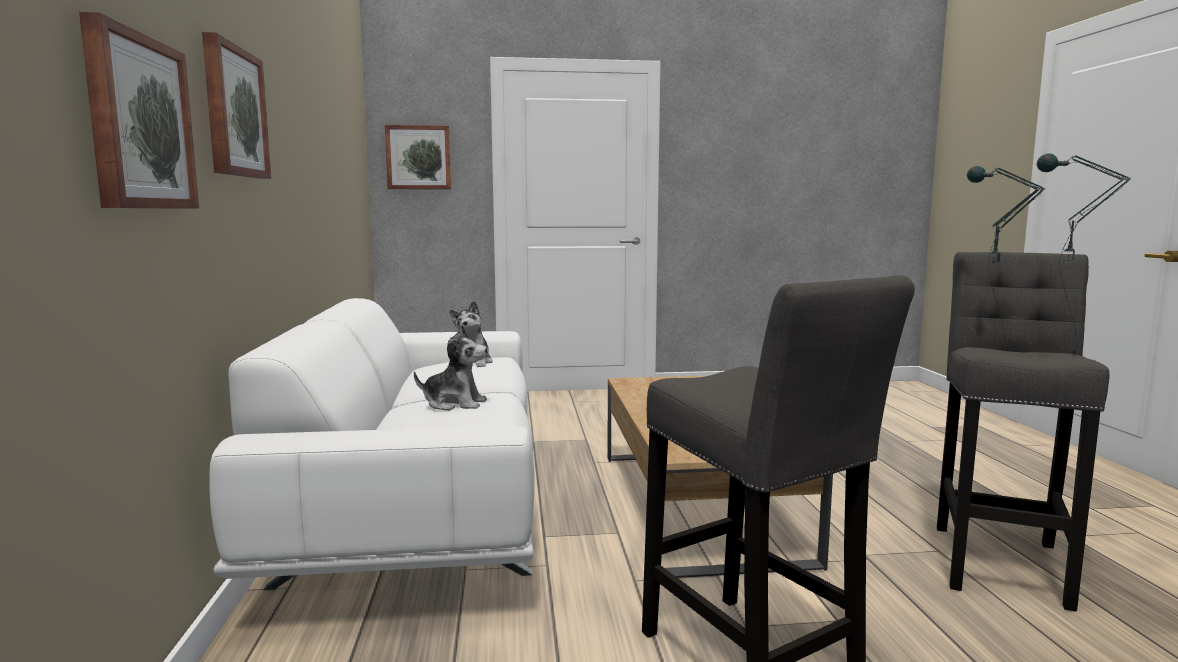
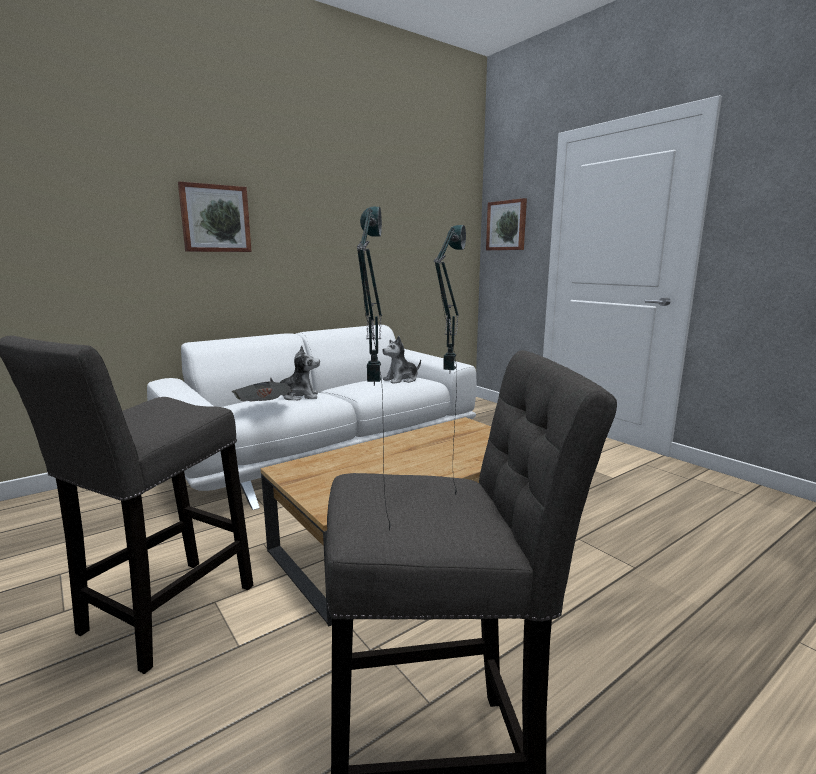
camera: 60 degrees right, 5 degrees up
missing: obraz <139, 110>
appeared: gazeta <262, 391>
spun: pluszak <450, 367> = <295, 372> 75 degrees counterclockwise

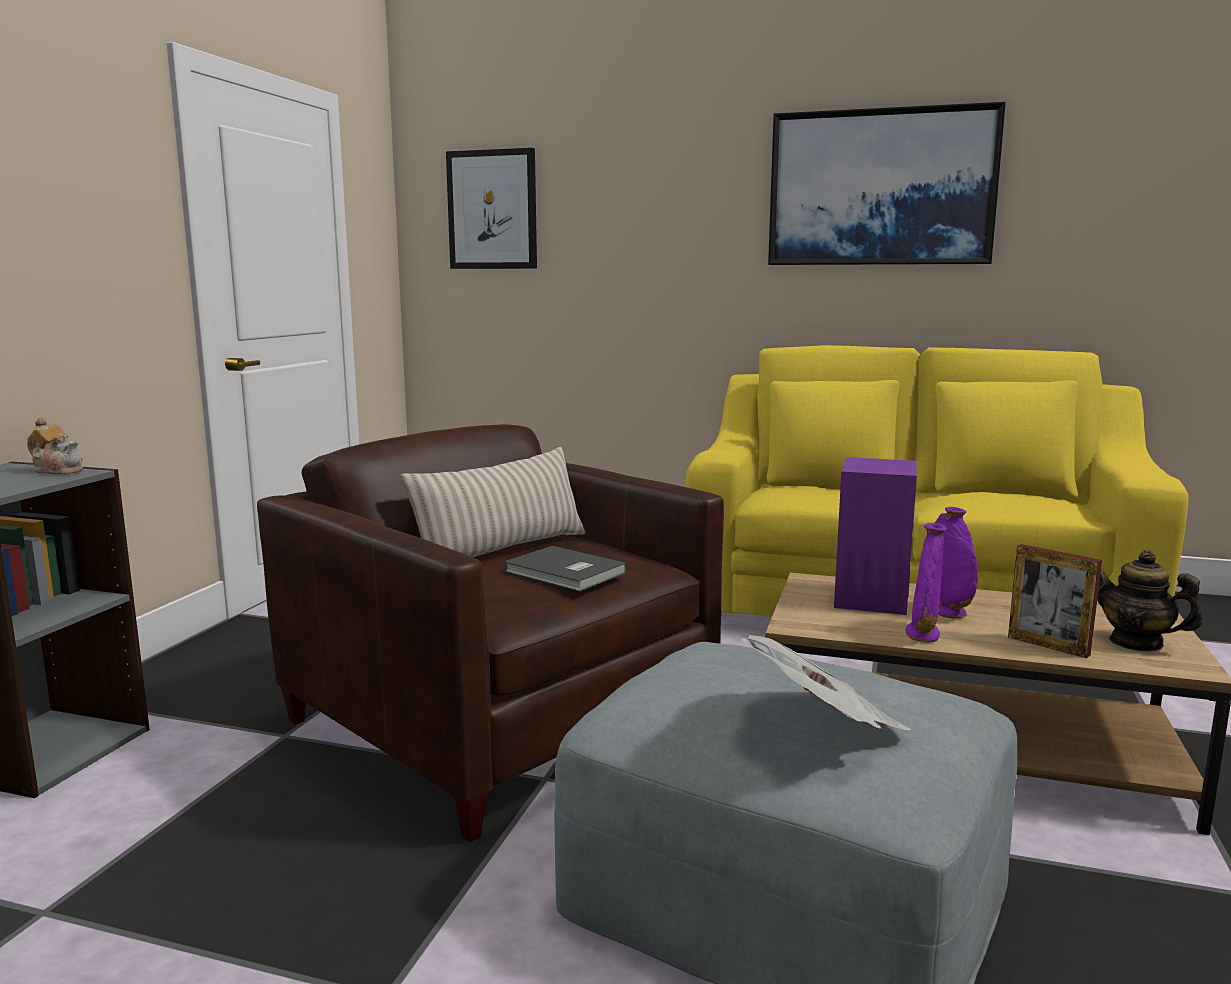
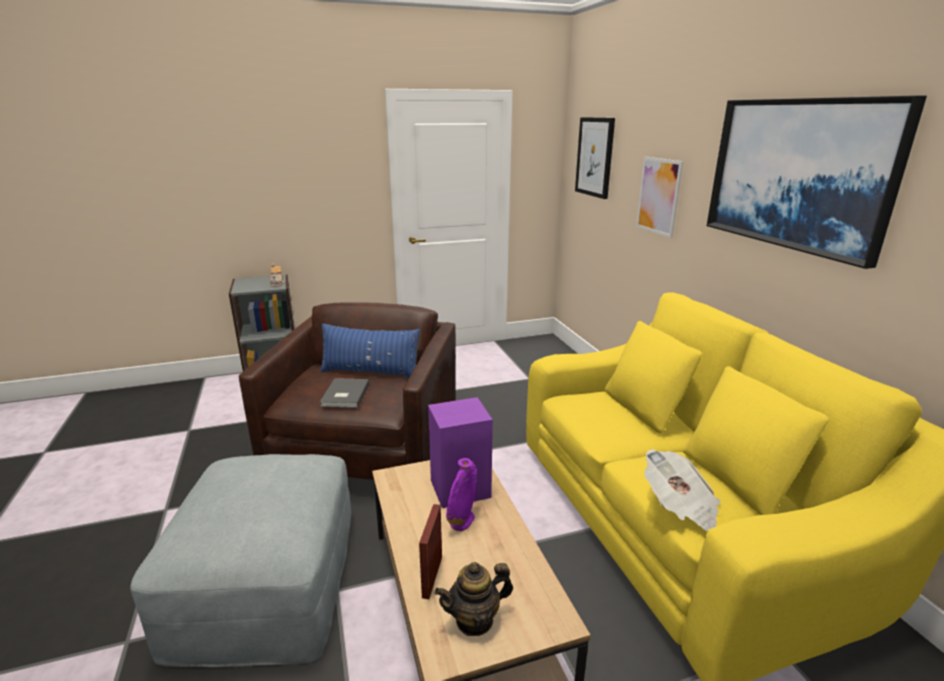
camera: 55 degrees right, 10 degrees up
missing: wazon (fioletowy) <926, 583>
appeared: obraz <659, 197>
relocated: gazeta <825, 682> to <682, 490>
colour: poduszka (beżowy) <493, 502> to poduszka (niebieski) <370, 350>
spun: imbryk <1150, 600> = <474, 599> 120 degrees counterclockwise

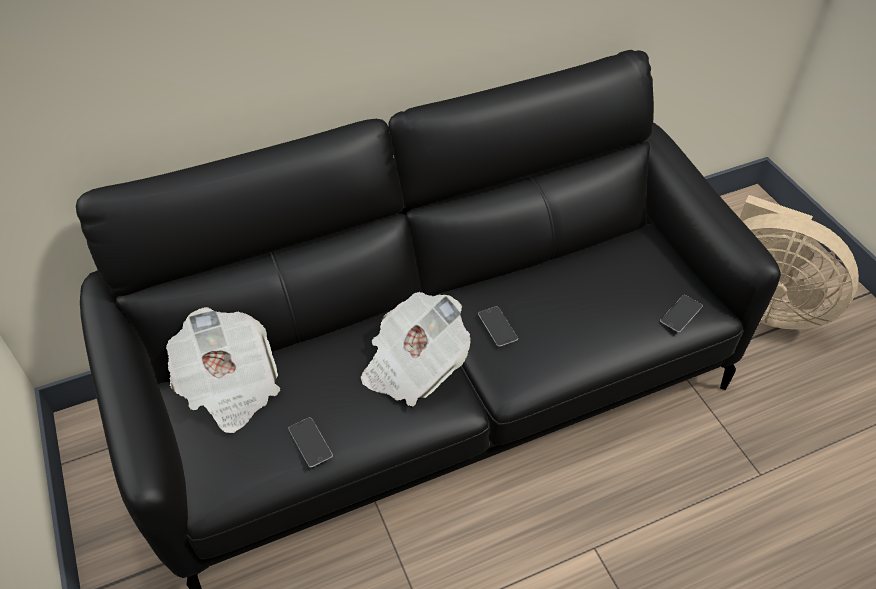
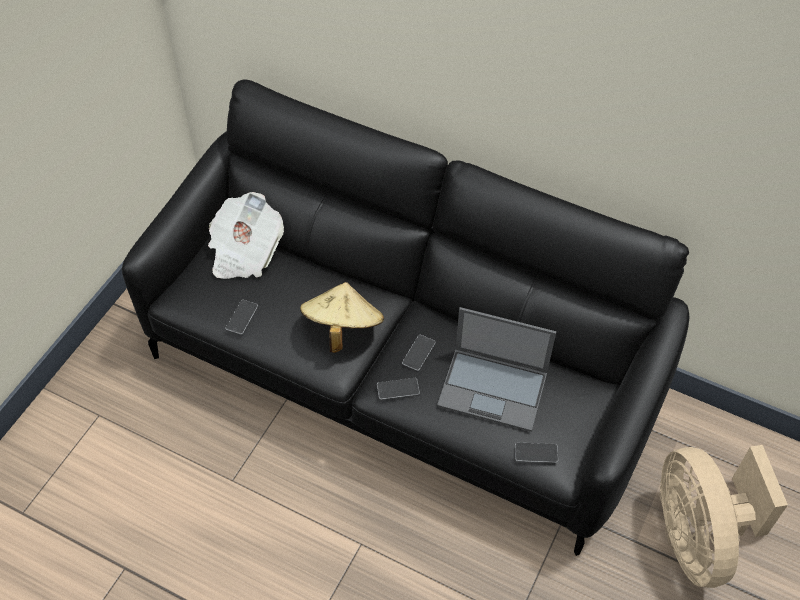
camera: 50 degrees right, 5 degrees up
appeared: telefon <398, 389>; laptop <496, 369>
exchanged: gazeta <415, 349> to kapelusz (beżowy) <342, 317>

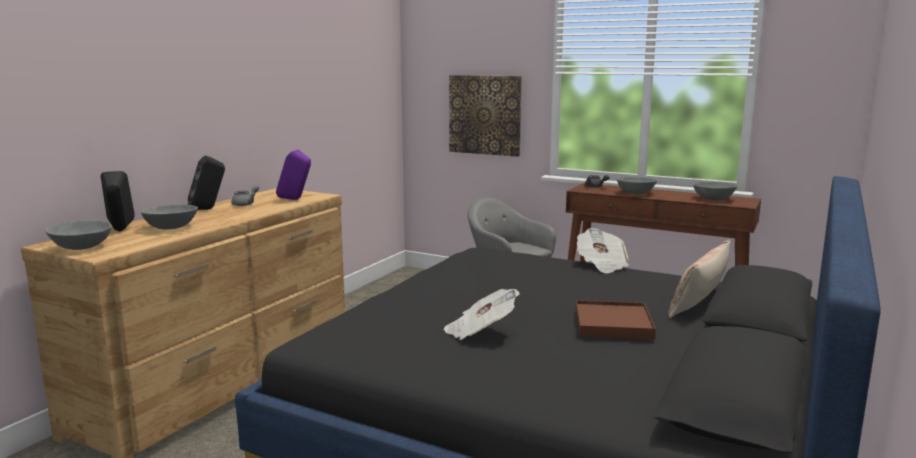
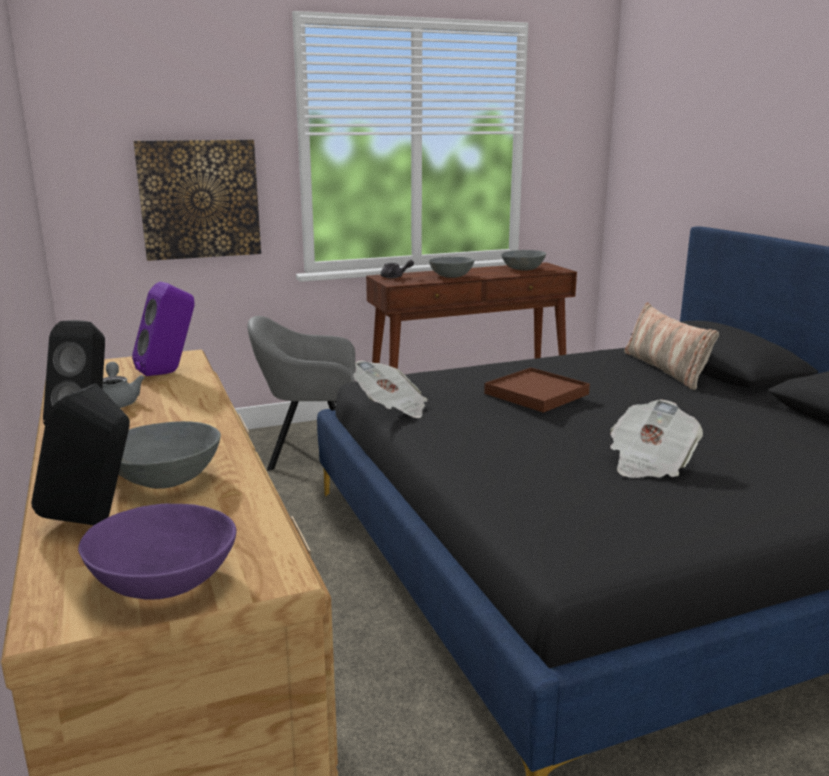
camera: 50 degrees left, 5 degrees up
relocated: taca (brązowy) <616, 319> to <537, 390>; gazeta <603, 250> to <390, 389>
colour: miska (szary) <78, 235> to miska (fioletowy) <157, 552>

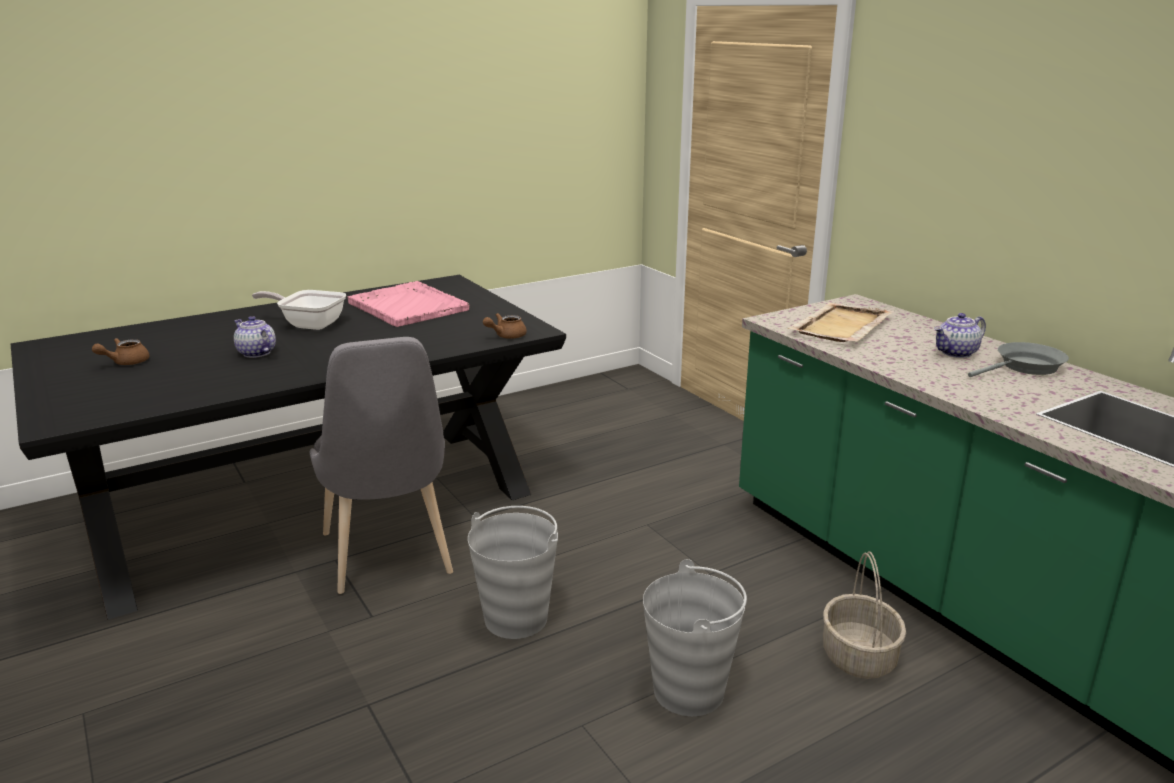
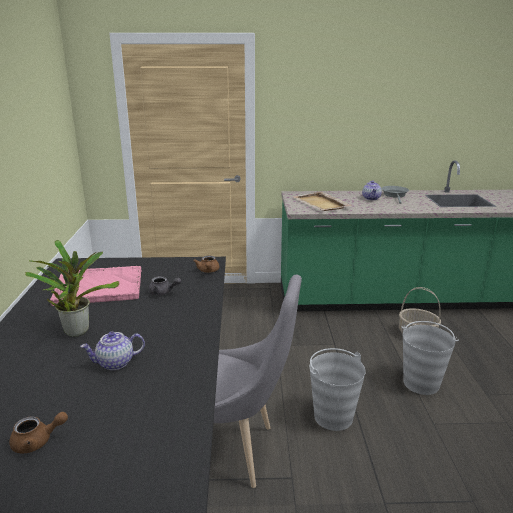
camera: 60 degrees left, 0 degrees up
appeared: imbryk (szary) <164, 285>
exchanged: patelnia <299, 310> to roślina doniczkowa <72, 288>
spun: imbryk (brązowy) <120, 351> = <38, 433> 90 degrees counterclockwise

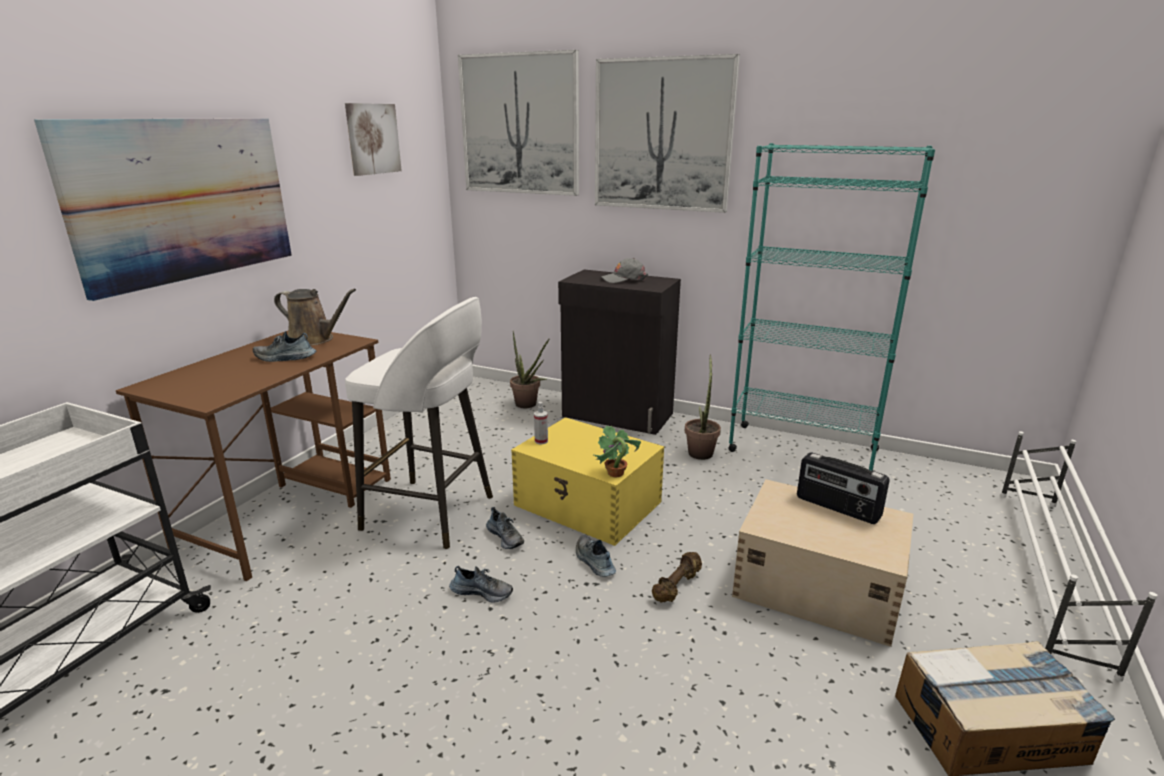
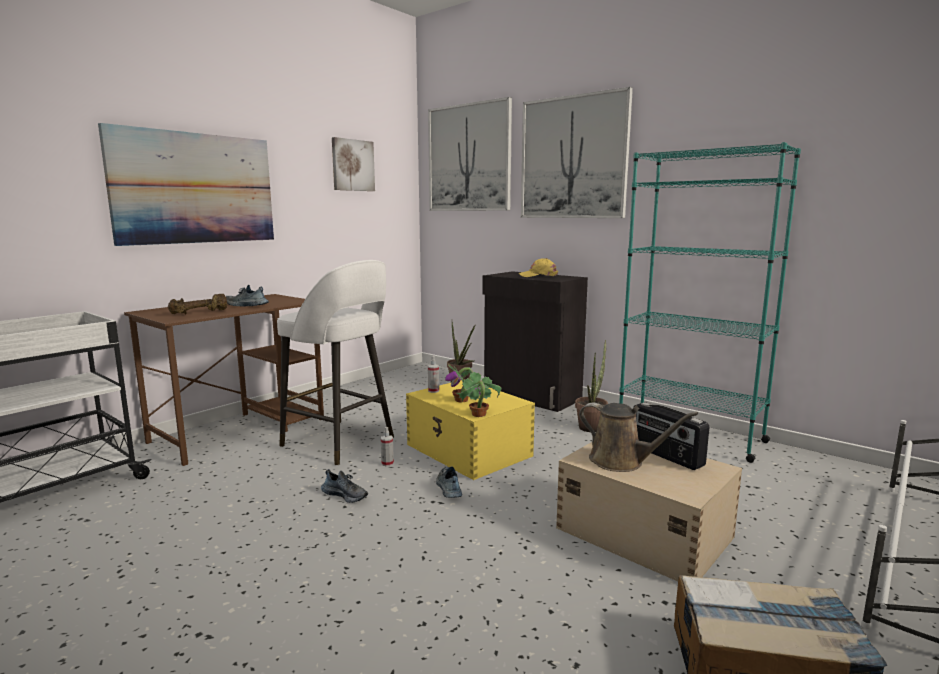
camera: 15 degrees right, 10 degrees down
appeared: roślina doniczkowa <459, 383>
relocated: konewka (brązowy) <315, 317> to <638, 437>; hantel (brązowy) <677, 577> to <197, 304>
exchanged: but <505, 528> to spryskiwacz <387, 446>
colour: czapka z daszkiem (szary) <624, 270> to czapka z daszkiem (żółty) <538, 267>

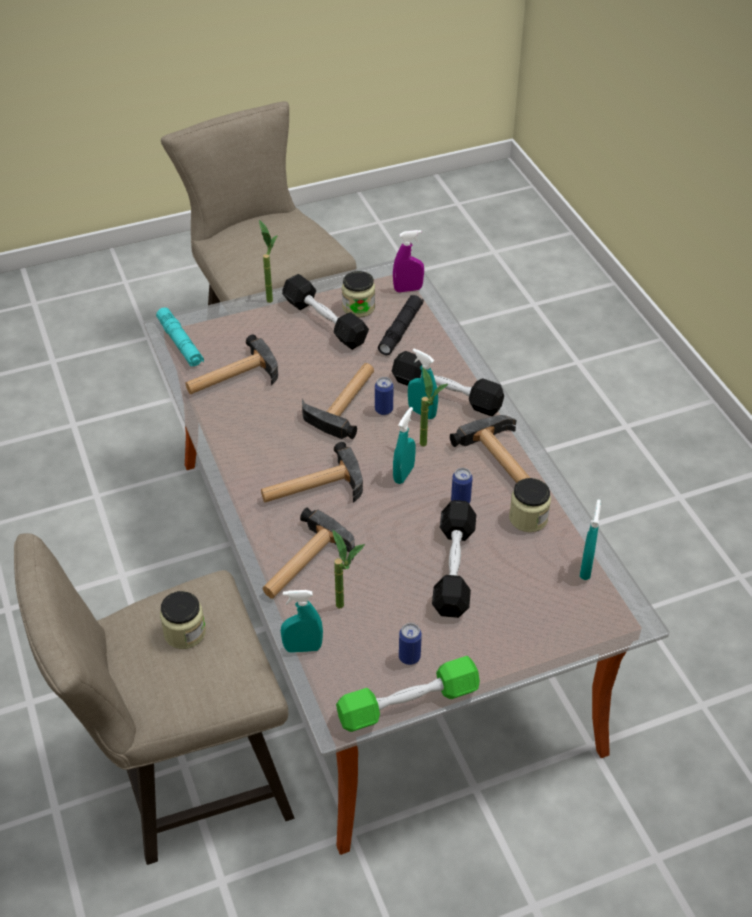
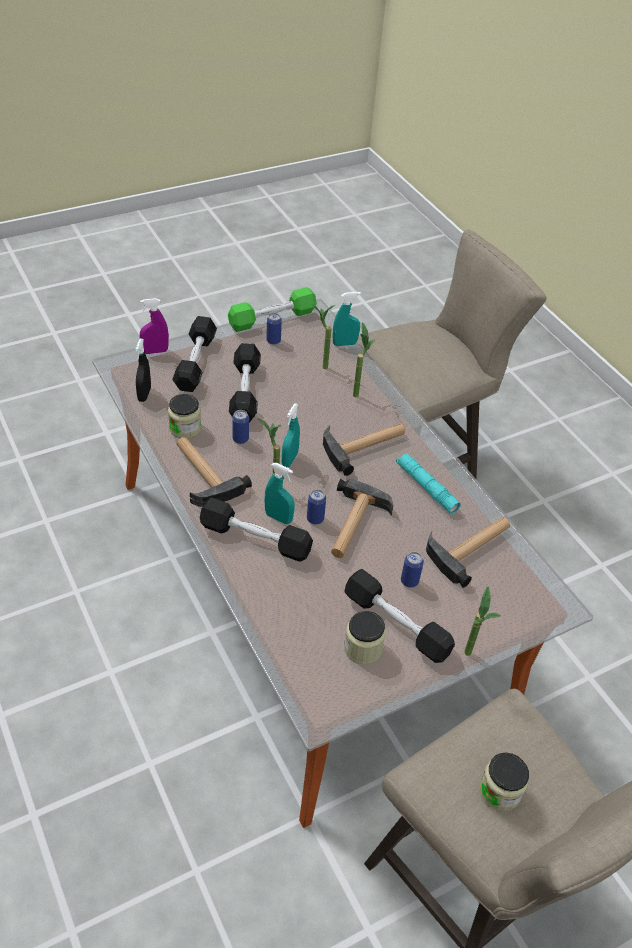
camera: 170 degrees right, 0 degrees up
missing: latarka (czarny) <401, 325>
appeared: hantel (czarny) <194, 354>; puszka <412, 569>
relocated: latarka (turkusowy) <180, 336> to <428, 483>; słoik <183, 620> to <504, 782>; spryskiwacz (fioletowy) <408, 261> to <154, 326>
exchanged: młotek <309, 553> to roślina doniczkowa <364, 359>
colour: spryskiwacz (turkusowy) <590, 539> to spryskiwacz (czarny) <143, 370>

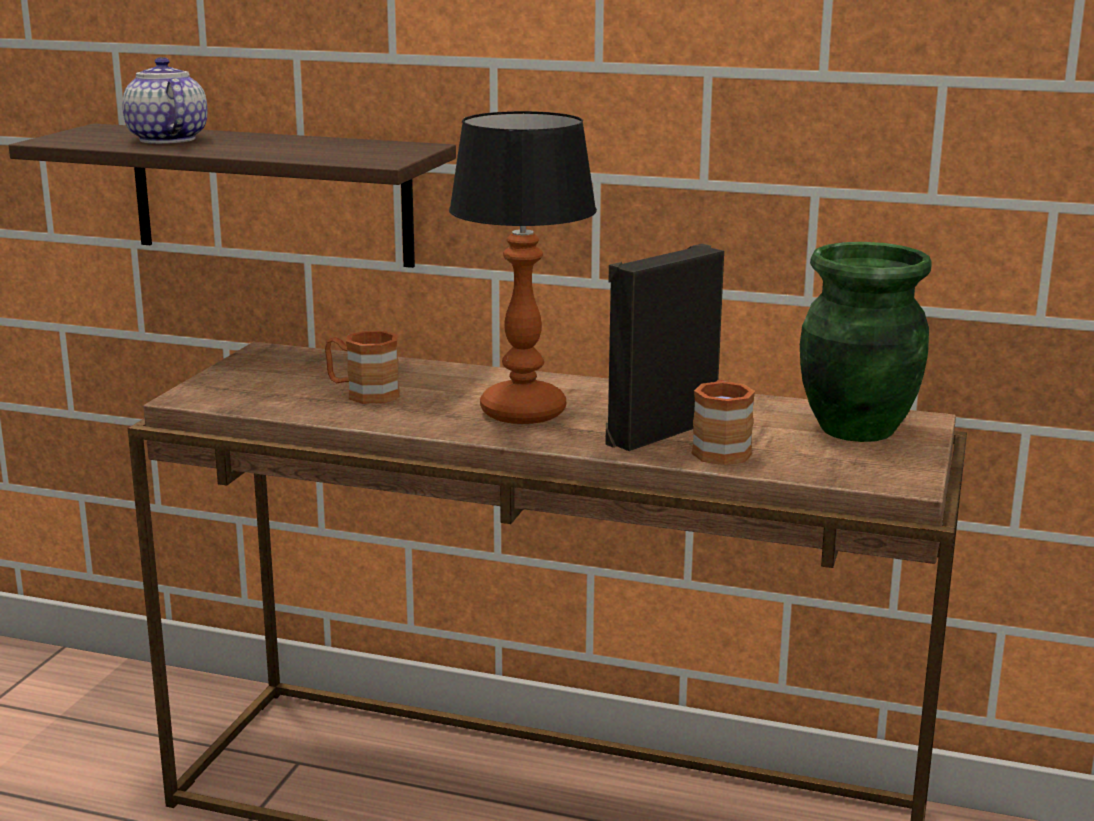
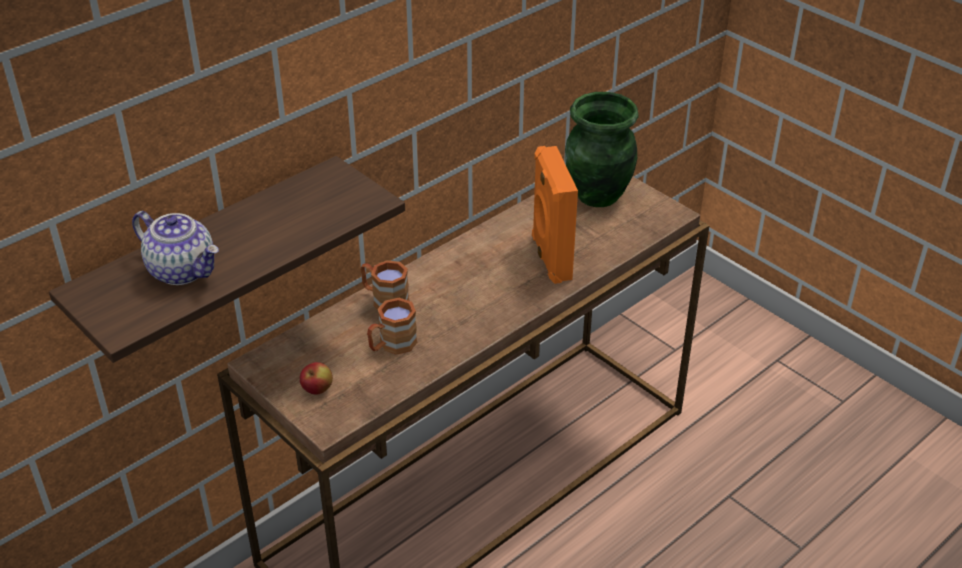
camera: 60 degrees left, 20 degrees up
missing: lampa stołowa <523, 267>
appeared: jabłko <316, 378>
relocated: kubek (brązowy) <723, 422> to <385, 285>
colour: głośnik (czarny) <664, 347> to głośnik (pomarańczowy) <555, 215>
spun: imbryk <164, 100> = <175, 248> 150 degrees counterclockwise

